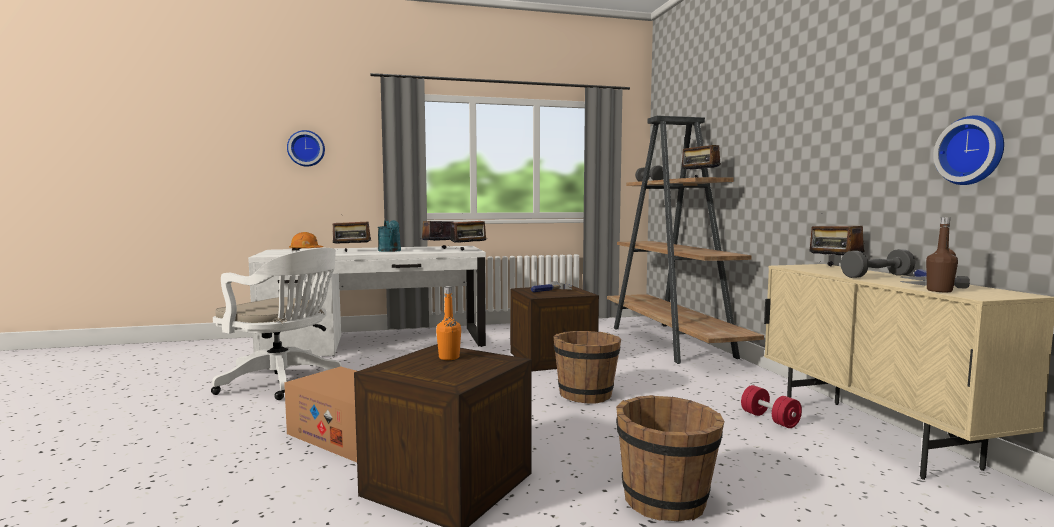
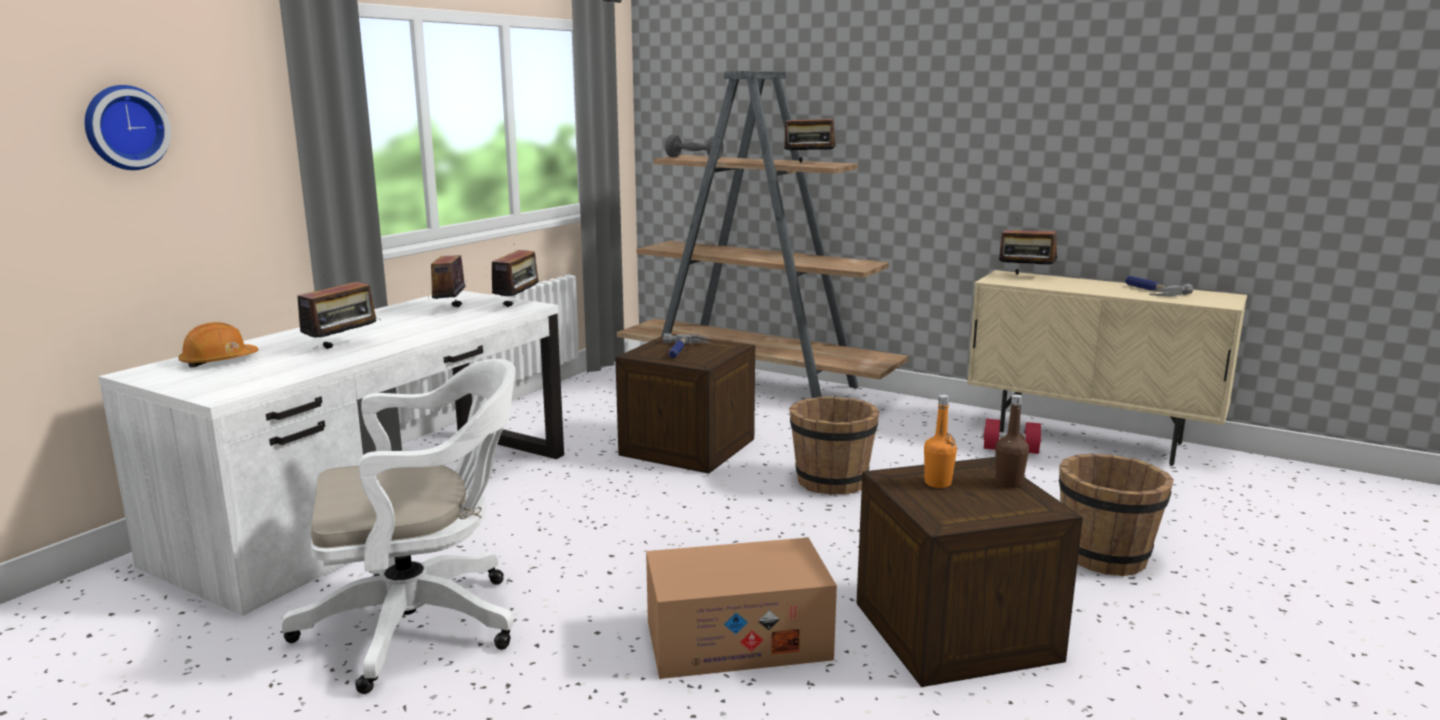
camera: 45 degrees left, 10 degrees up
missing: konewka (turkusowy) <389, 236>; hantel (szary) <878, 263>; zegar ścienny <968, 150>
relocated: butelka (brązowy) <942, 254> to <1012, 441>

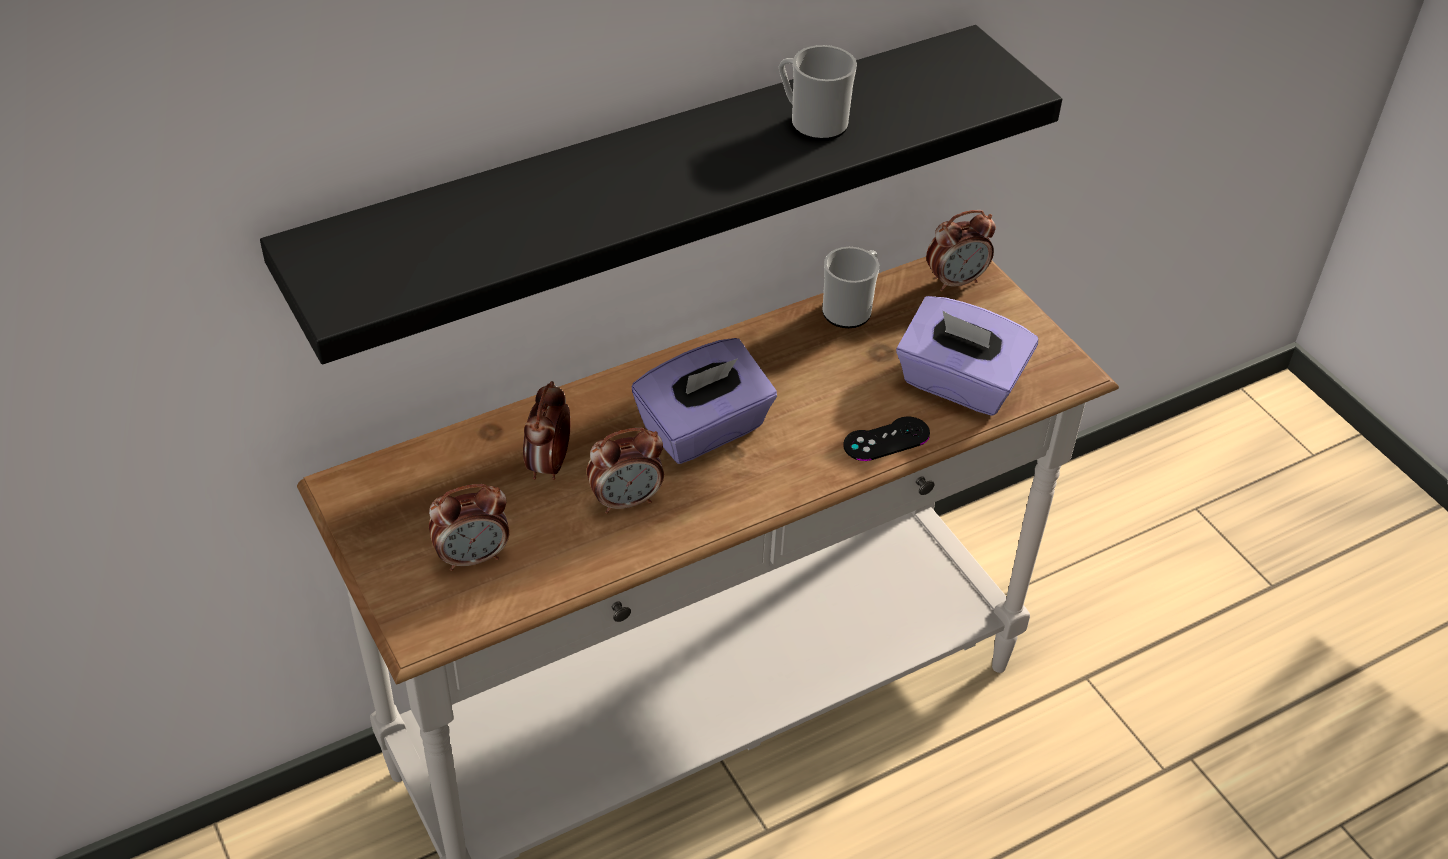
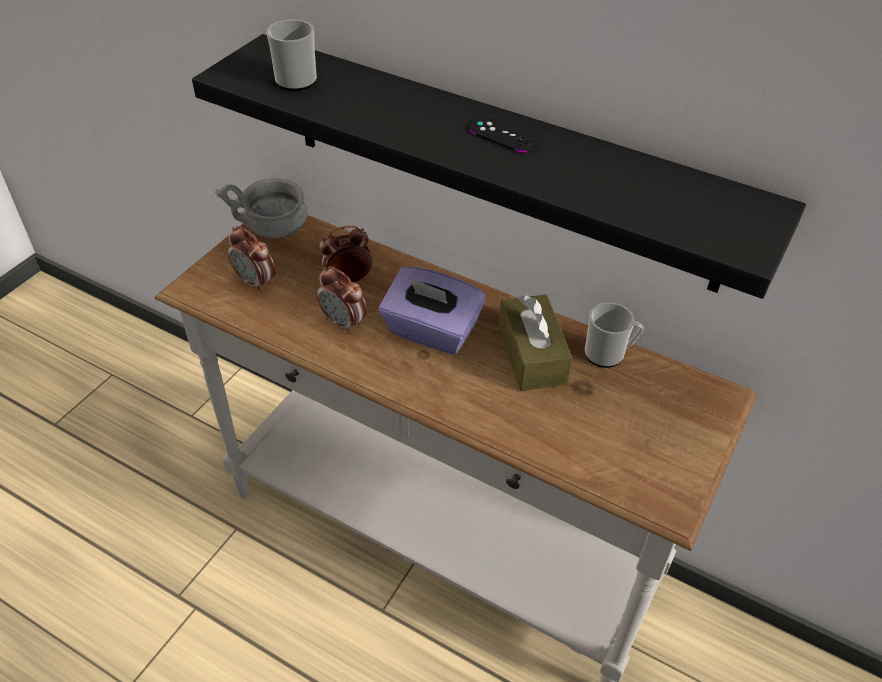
camera: 60 degrees right, 0 degrees up
missing: pudełko chusteczek (fioletowy) <967, 356>; budzik <961, 250>
appeared: miska (szary) <261, 208>; pudełko chusteczek (brązowy) <536, 343>
relocated: kubek <818, 93> to <291, 55>; pad do gier (czarny) <886, 438> to <505, 135>

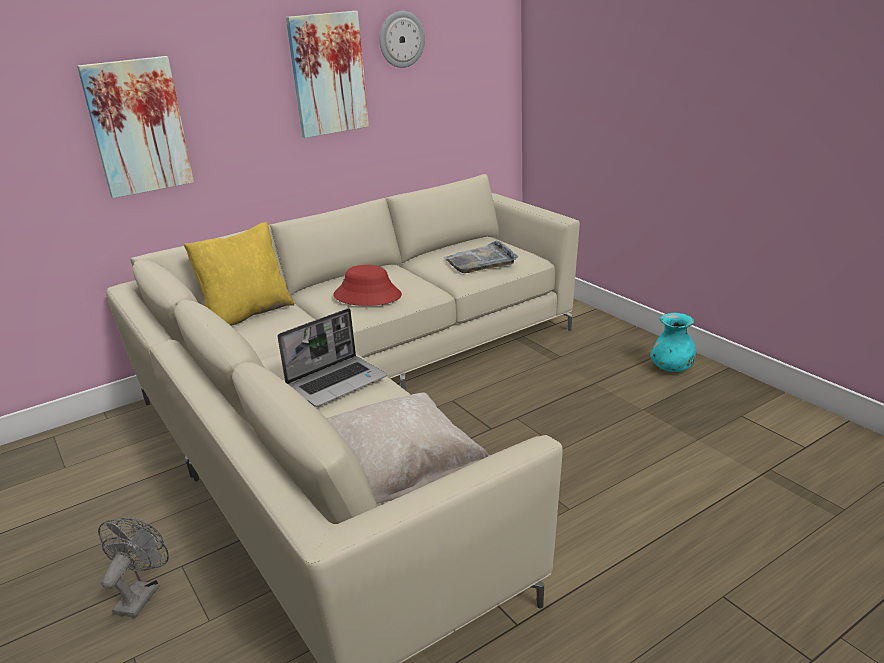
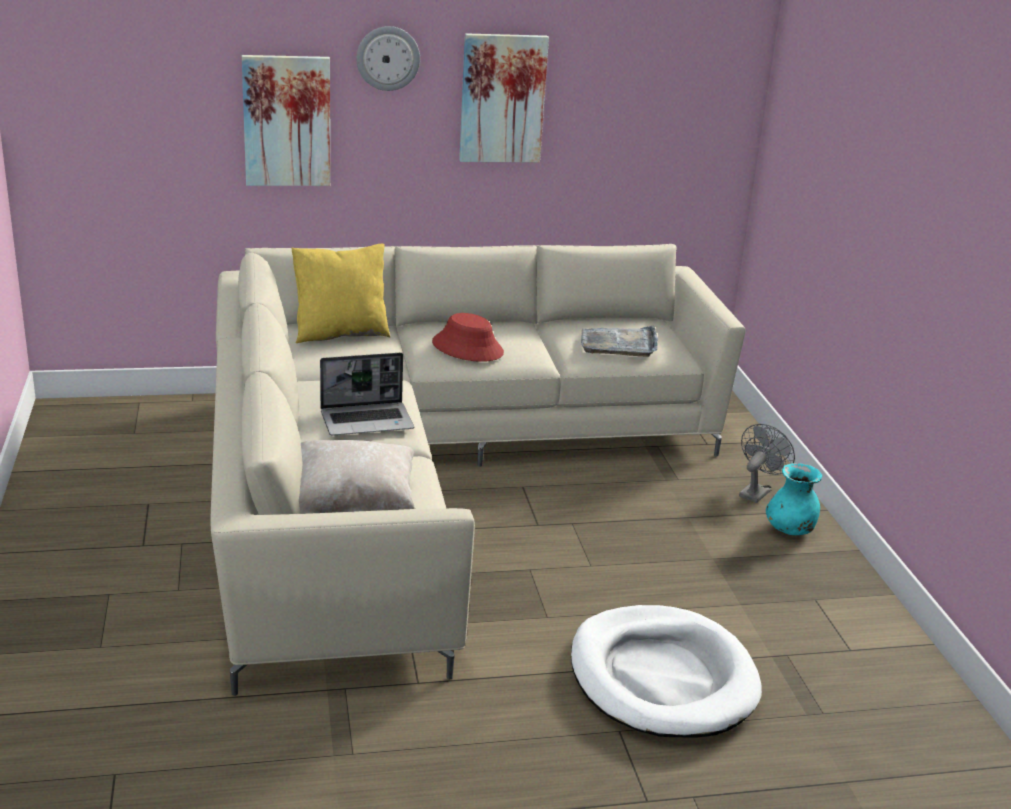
camera: 20 degrees right, 0 degrees up
appeared: legowisko (biały) <666, 671>
relocated: wentylator (szary) <133, 568> to <767, 463>; zegar ścienny <402, 39> to <388, 58>

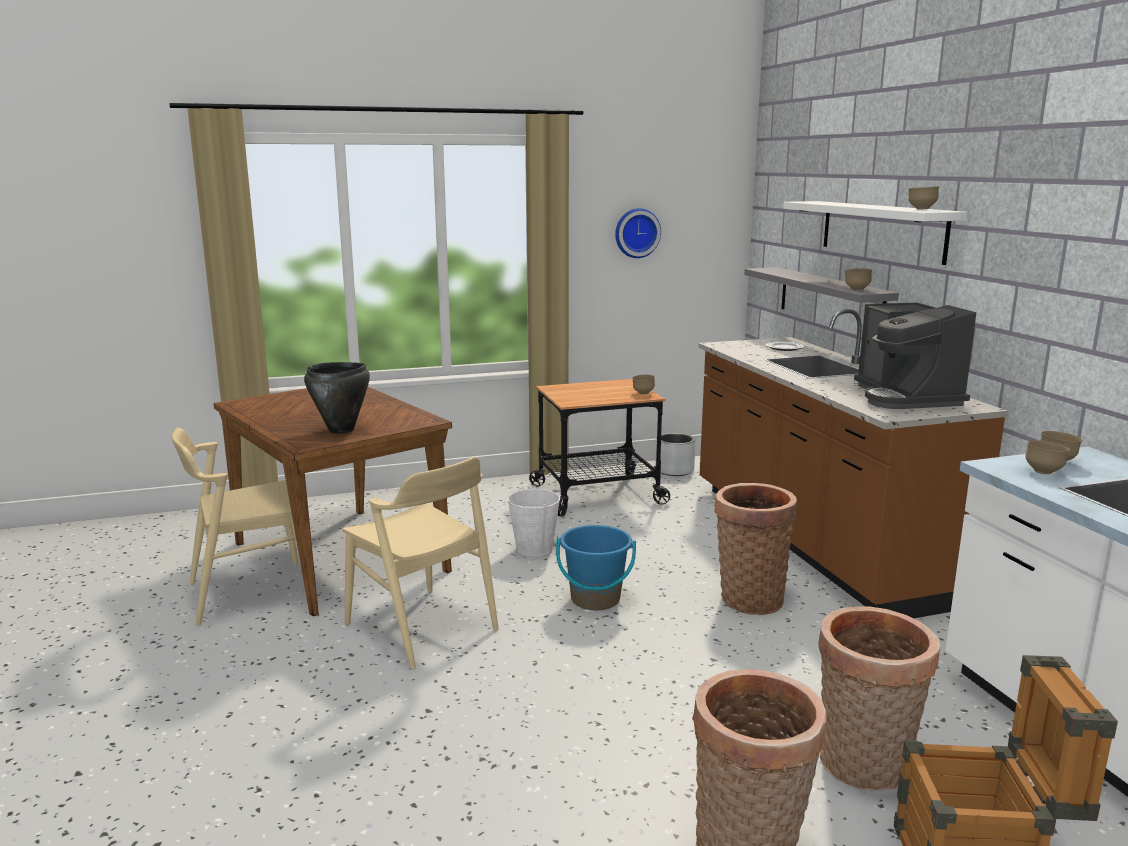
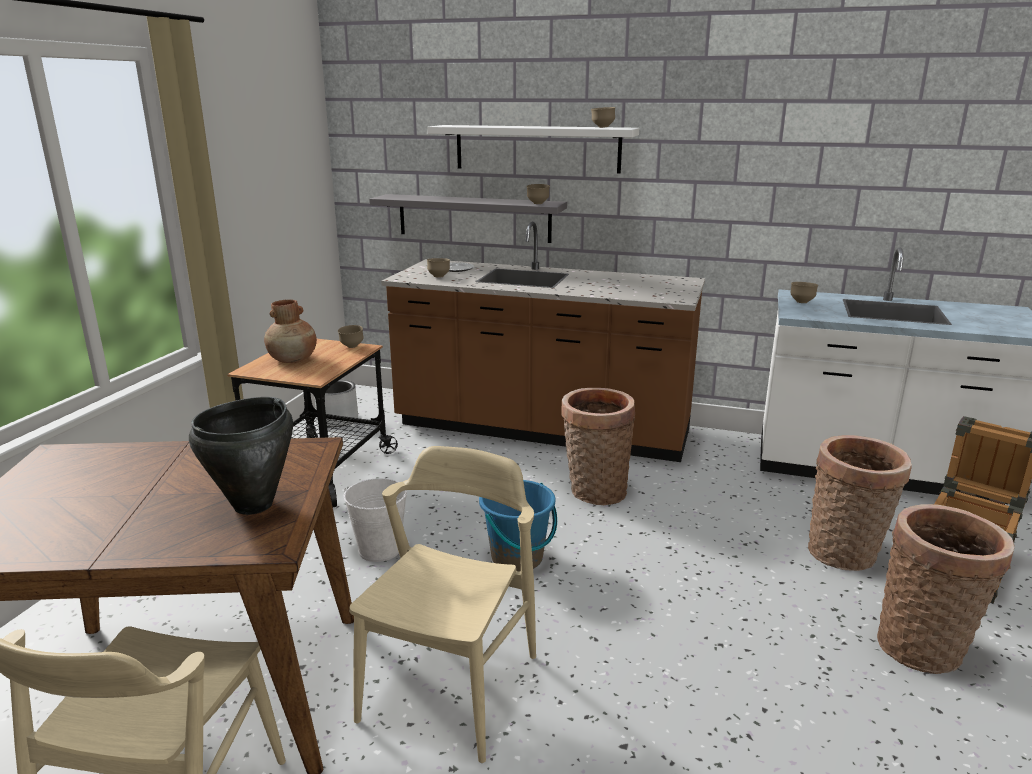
camera: 55 degrees left, 5 degrees up
missing: zegar ścienny <638, 233>; ekspres do kawy <915, 356>
appeared: wazon (brązowy) <290, 331>
relocated: miska (brązowy) <1047, 457> to <438, 267>
spun: krzesło (beżowy) <420, 563> = <442, 604> 60 degrees counterclockwise

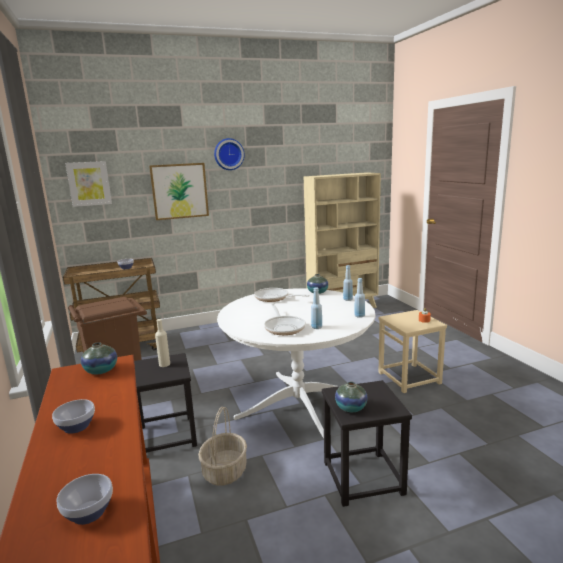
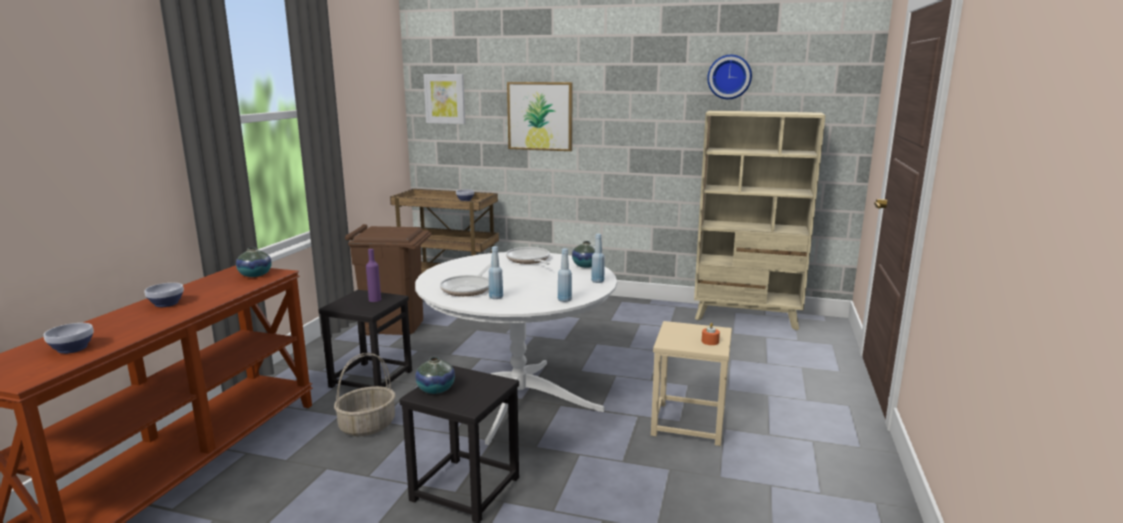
camera: 35 degrees right, 0 degrees up
relocated: zegar ścienny <229, 154> to <729, 77>
colour: butelka (beżowy) <162, 343> to butelka (fioletowy) <373, 275>

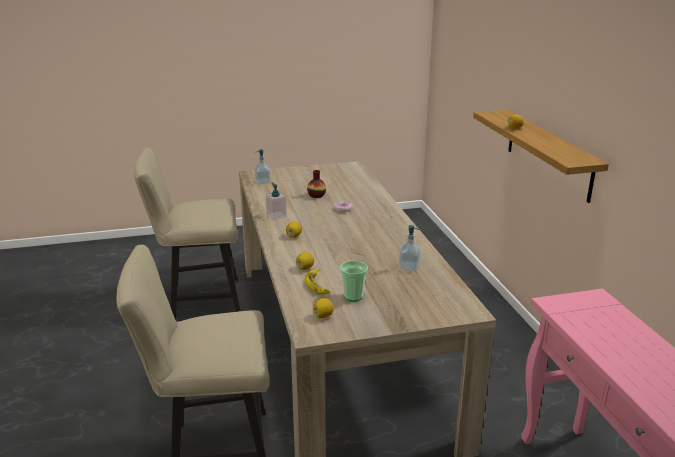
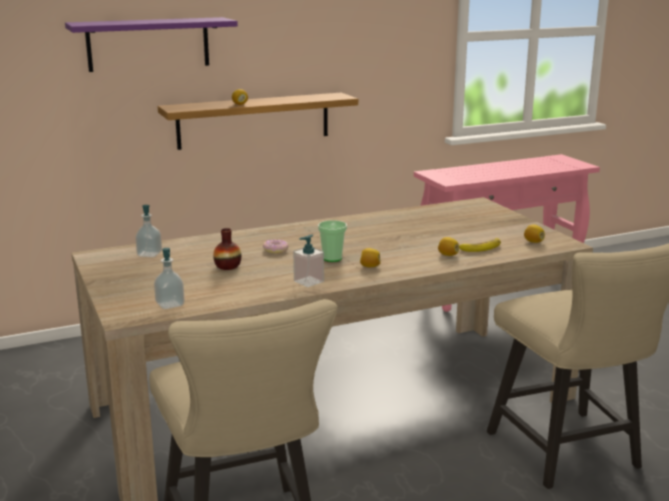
camera: 100 degrees left, 5 degrees down
appeared: półka (fioletowy) <151, 44>
relocated: filiżanka <354, 281> to <332, 241>; dozownik mydła <410, 248> to <148, 231>

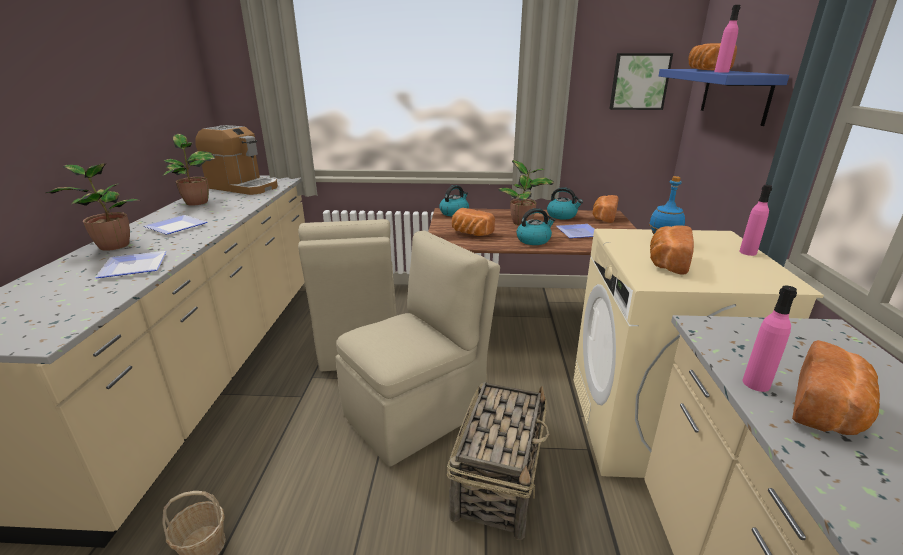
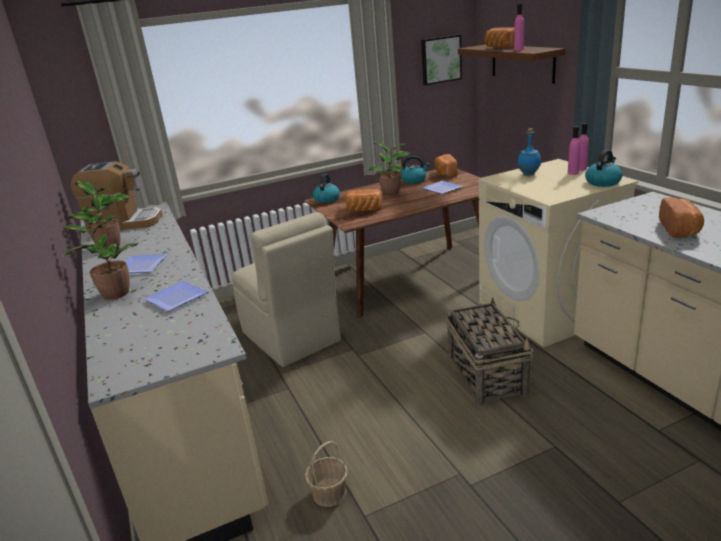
camera: 25 degrees left, 0 degrees up
missing: krzesło (beżowy) <418, 348>; chleb <672, 250>
relocated: czajnik <535, 226> to <603, 168>; butelka (różowy) <769, 338> to <574, 150>
colour: półka (niebieski) <724, 97> to półka (brązowy) <512, 64>

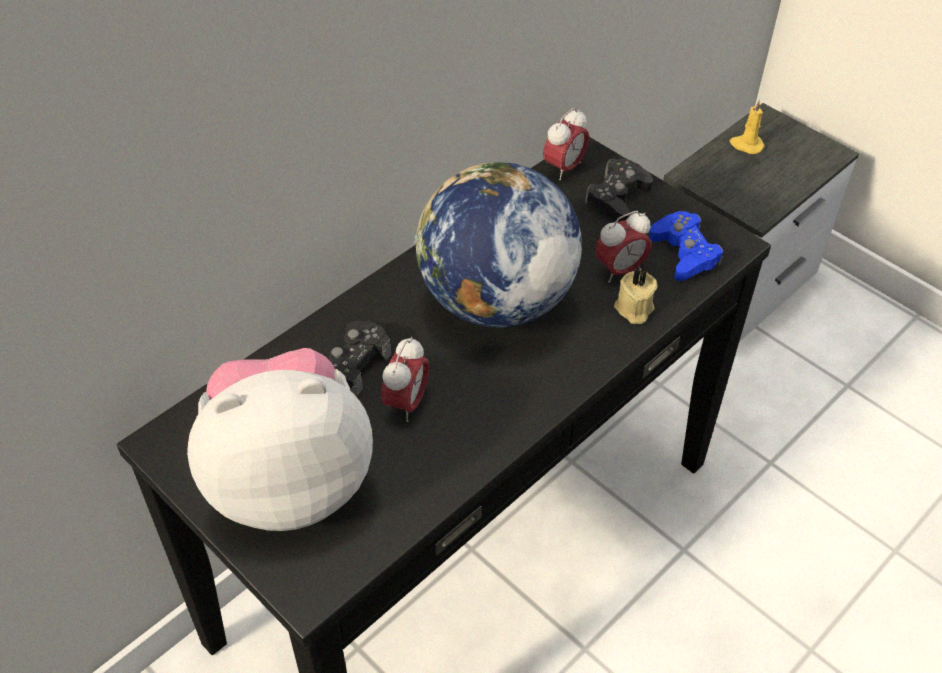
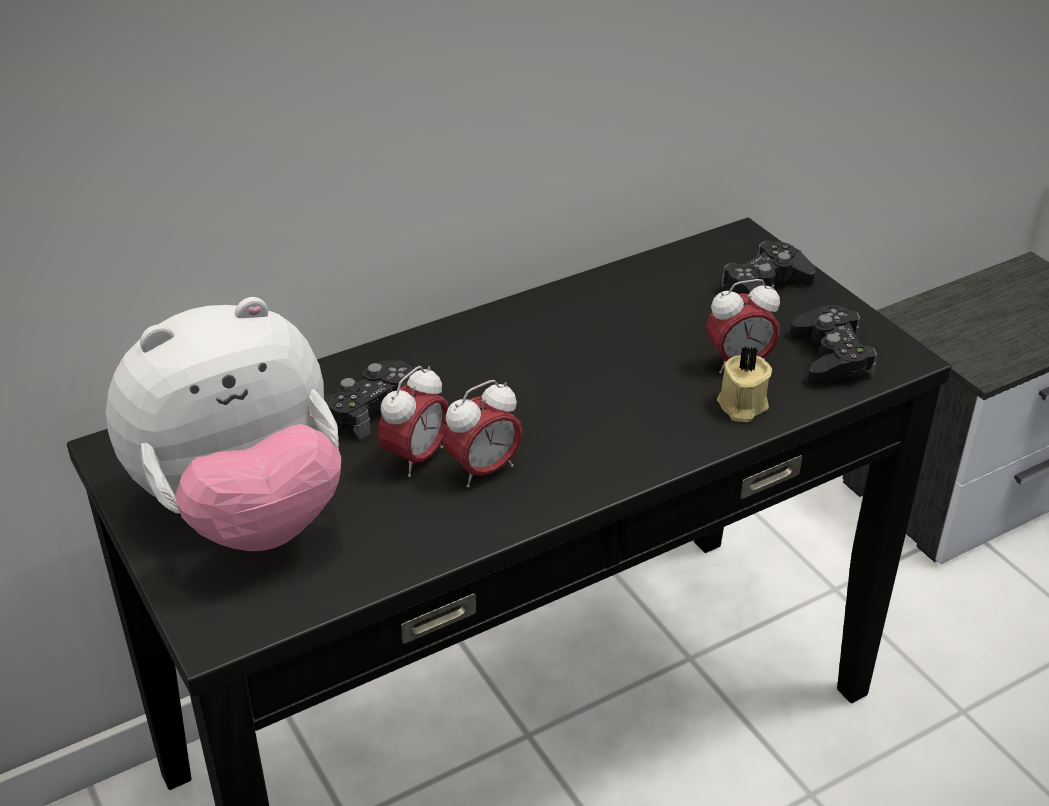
camera: 15 degrees right, 10 degrees down
missing: globus <498, 245>; świeca (żółty) <747, 127>
relocated: budzik <566, 144> to <482, 433>
colour: pad do gier (niebieski) <686, 246> to pad do gier (czarny) <833, 345>
spun: pluszak <280, 439> = <223, 424> 150 degrees clockwise

